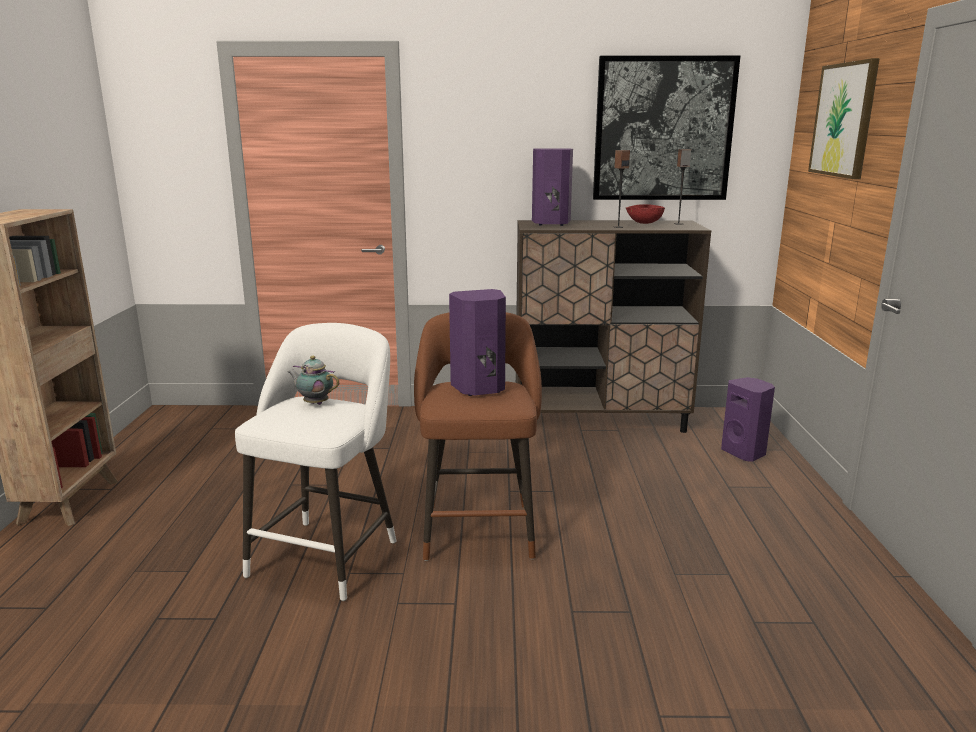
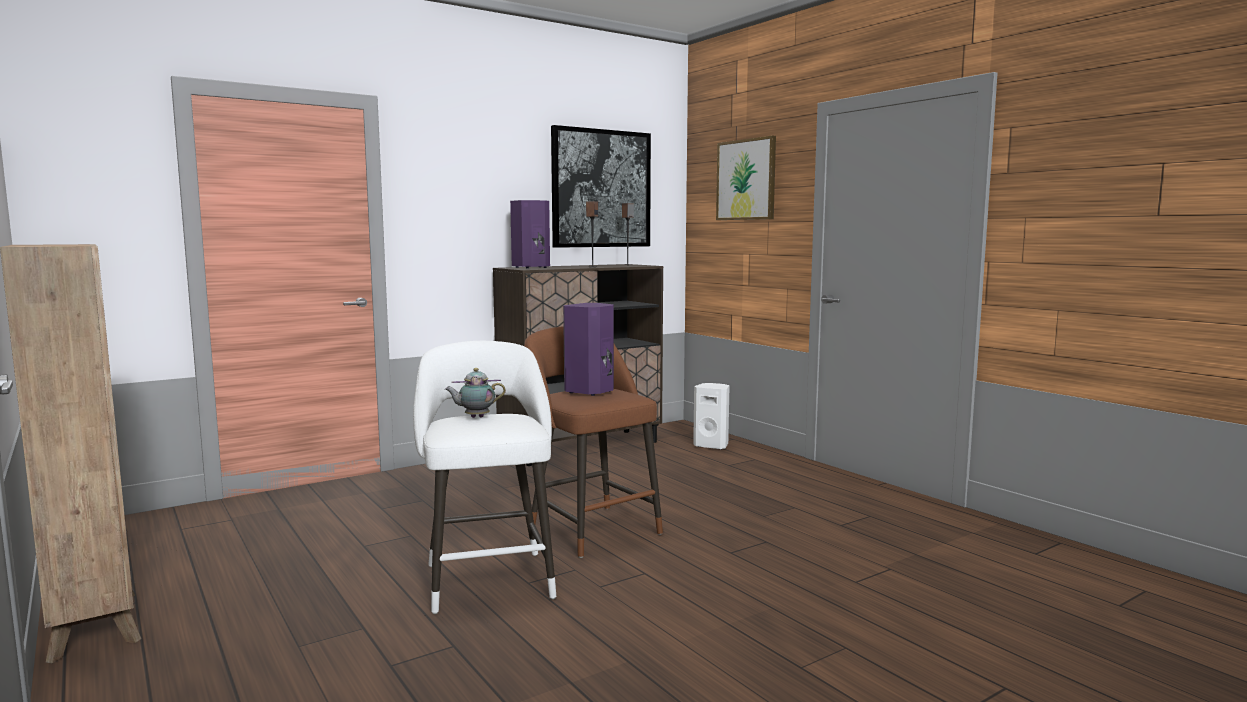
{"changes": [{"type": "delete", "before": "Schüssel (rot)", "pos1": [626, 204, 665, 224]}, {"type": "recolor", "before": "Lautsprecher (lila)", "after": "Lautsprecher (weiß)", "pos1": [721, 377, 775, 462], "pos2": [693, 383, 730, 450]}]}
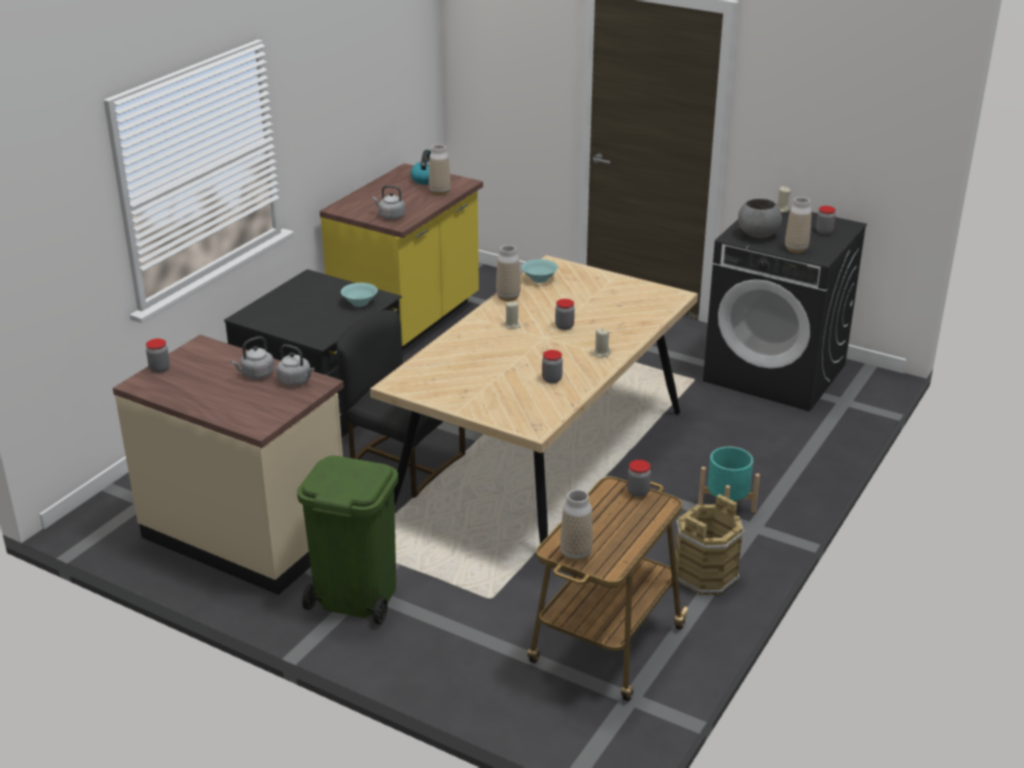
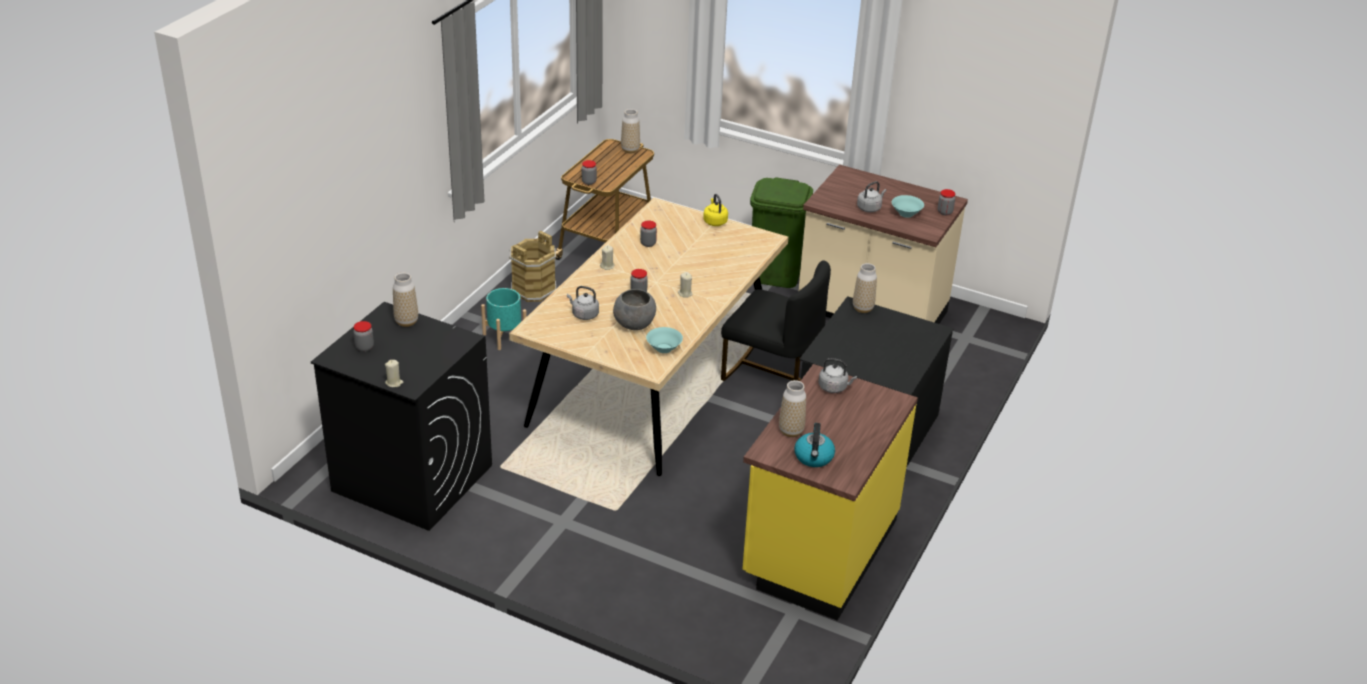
{"changes": [{"type": "move", "before": "Wasserkessel (grau)", "pos1": [277, 344, 315, 386], "pos2": [567, 286, 599, 320]}, {"type": "move", "before": "Schüssel (türkis)", "pos1": [341, 283, 378, 307], "pos2": [892, 195, 924, 218]}, {"type": "move", "before": "Vase", "pos1": [496, 245, 521, 301], "pos2": [853, 263, 877, 313]}, {"type": "move", "before": "Schüssel (grau)", "pos1": [738, 199, 782, 238], "pos2": [613, 289, 656, 330]}, {"type": "insert", "after": "Wasserkessel (gelb)", "pos2": [703, 194, 728, 226]}]}
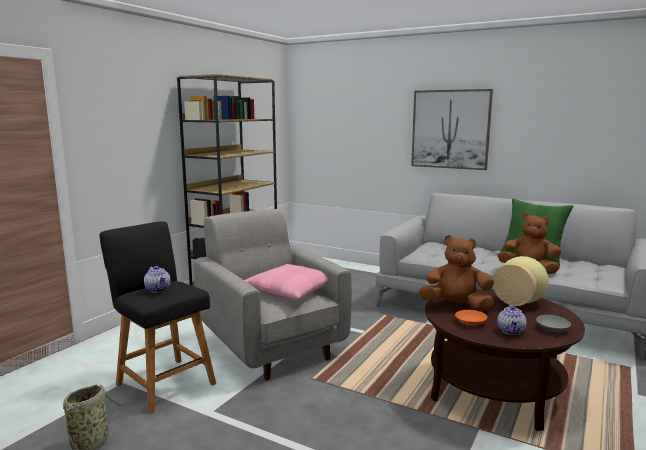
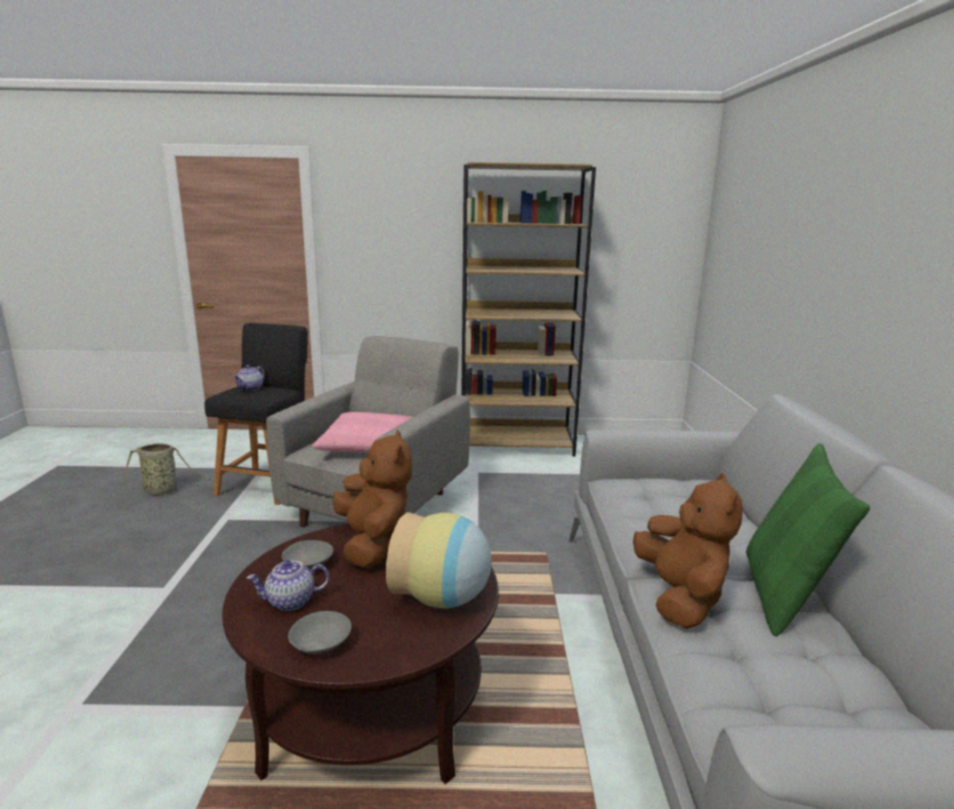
{"changes": [{"type": "delete", "before": "Bild", "pos1": [411, 89, 493, 170]}, {"type": "recolor", "before": "Schüssel (orange)", "after": "Schüssel (grau)", "pos1": [455, 310, 488, 325], "pos2": [282, 540, 334, 569]}]}
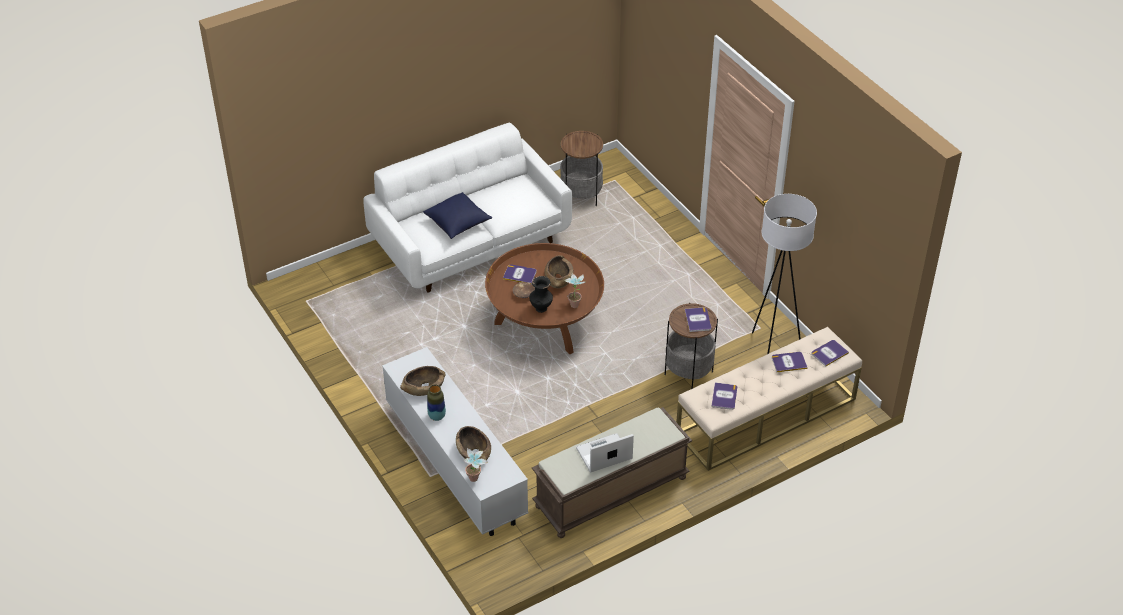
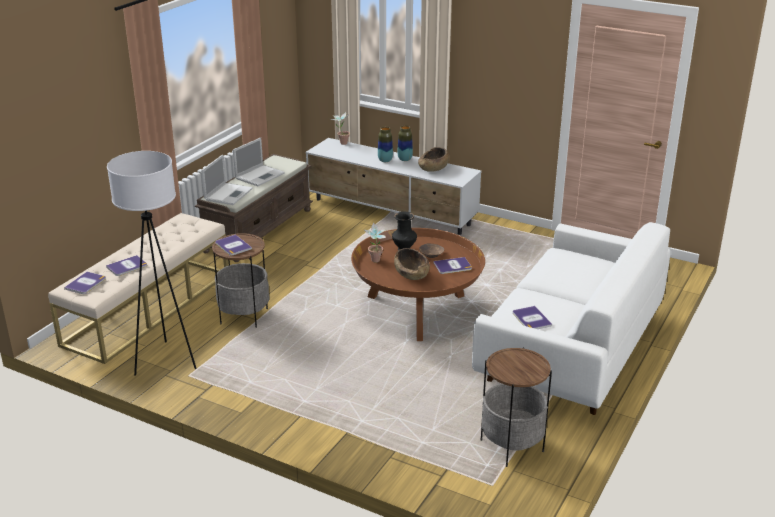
{"changes": [{"type": "delete", "before": "Kissen (blau)", "pos1": [423, 192, 492, 239]}, {"type": "delete", "before": "Schüssel (braun)", "pos1": [456, 426, 491, 460]}, {"type": "move", "before": "Buch", "pos1": [711, 382, 737, 410], "pos2": [513, 306, 552, 329]}, {"type": "insert", "after": "Laptop", "pos2": [201, 155, 253, 205]}, {"type": "insert", "after": "Vase", "pos2": [378, 127, 393, 162]}]}
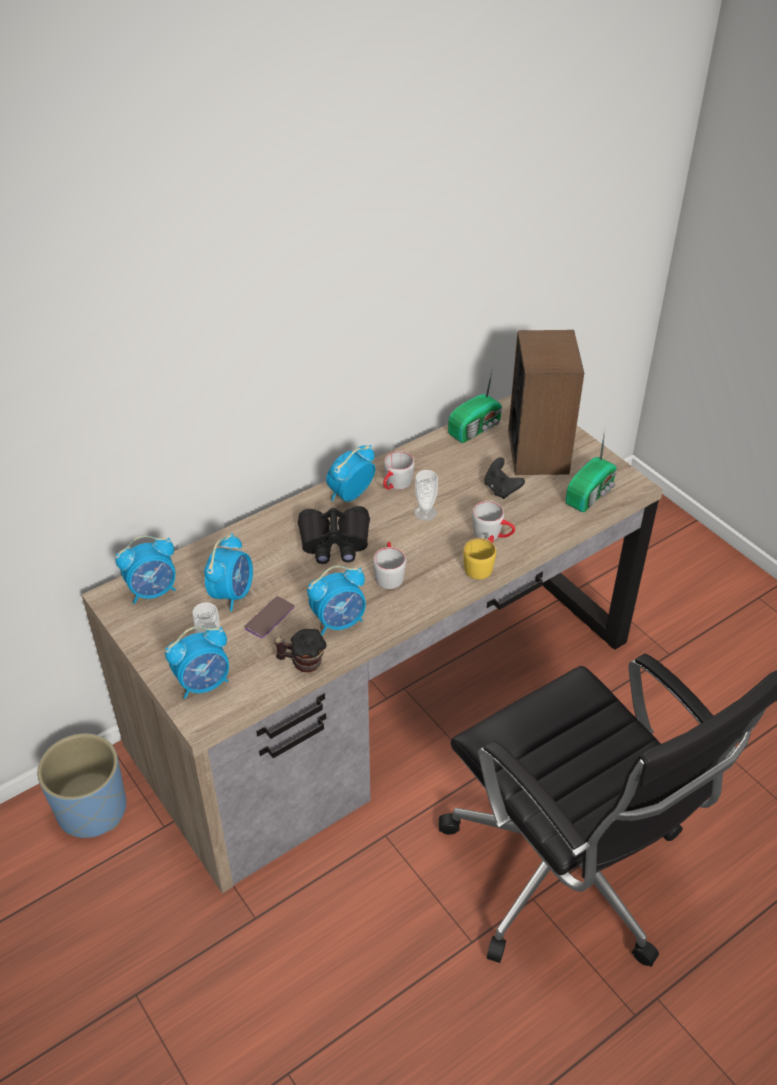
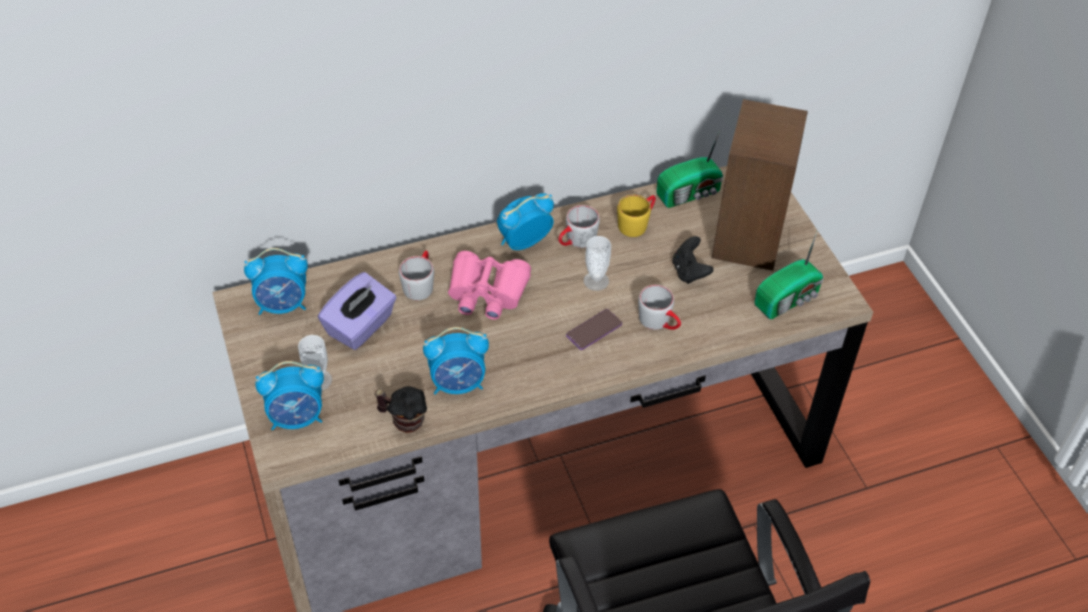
{"changes": [{"type": "delete", "before": "Pflanzkübel (blau)", "pos1": [37, 733, 126, 838]}, {"type": "replace", "before": "Wecker", "after": "Taschentuchbox (lila)", "pos1": [204, 533, 253, 612], "pos2": [318, 272, 396, 350]}, {"type": "move", "before": "Handy", "pos1": [244, 596, 295, 638], "pos2": [566, 309, 622, 350]}, {"type": "recolor", "before": "Fernglas (schwarz)", "after": "Fernglas (rosa)", "pos1": [298, 506, 370, 564], "pos2": [448, 251, 531, 320]}, {"type": "move", "before": "Henkelbecher (grau)", "pos1": [373, 542, 406, 589], "pos2": [399, 250, 434, 300]}, {"type": "move", "before": "Henkelbecher (gelb)", "pos1": [463, 535, 496, 580], "pos2": [617, 195, 656, 237]}]}
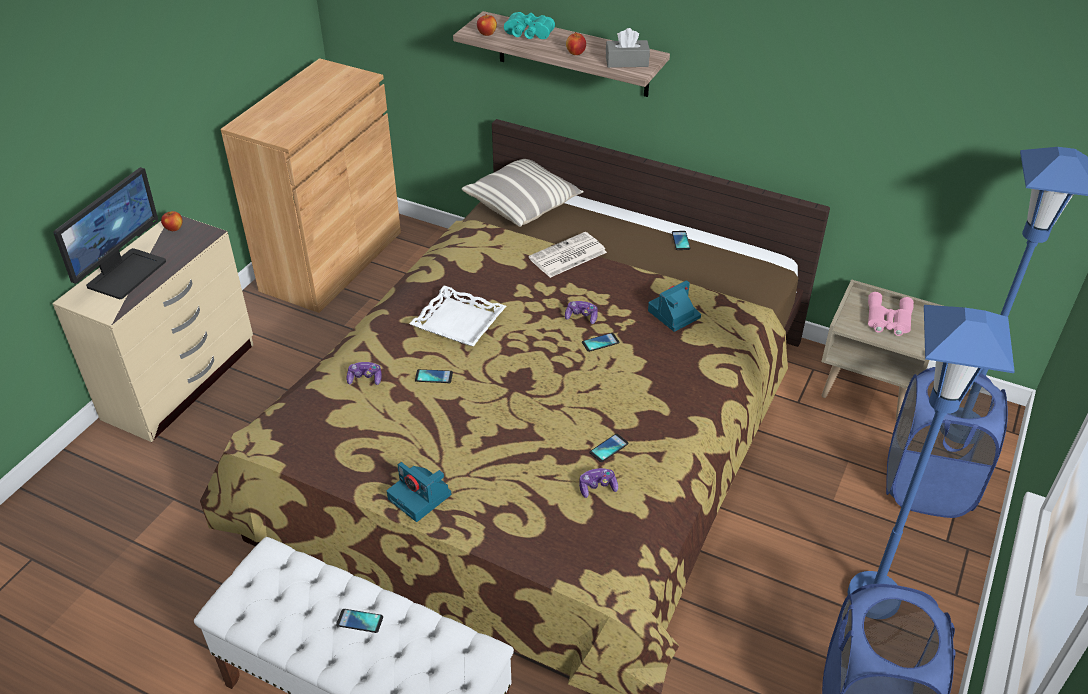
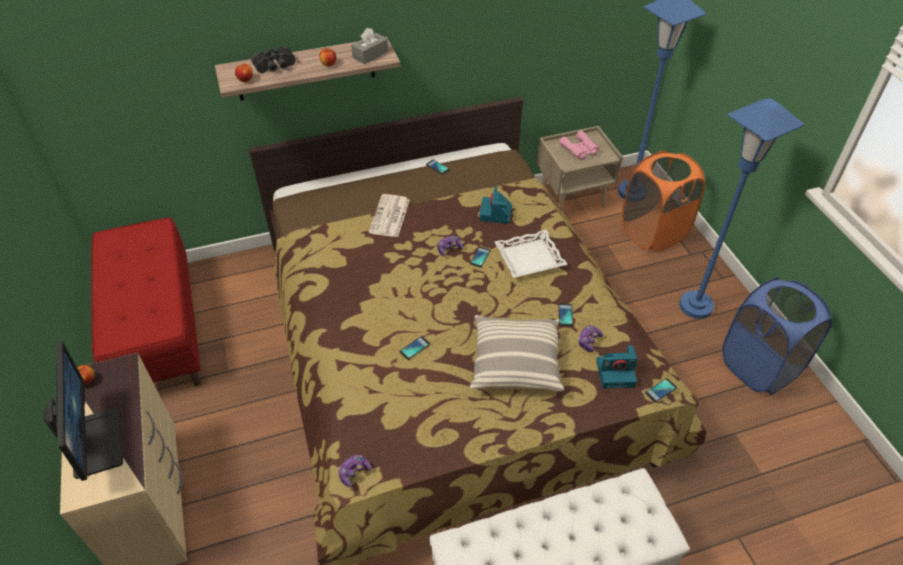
{"changes": [{"type": "replace", "before": "Schrank (braun)", "after": "Bank (rot)", "pos1": [221, 58, 401, 313], "pos2": [92, 217, 201, 386]}, {"type": "move", "before": "Handy", "pos1": [336, 609, 383, 633], "pos2": [645, 378, 677, 402]}, {"type": "move", "before": "Gamepad", "pos1": [346, 362, 382, 385], "pos2": [338, 454, 372, 487]}, {"type": "move", "before": "Kamera", "pos1": [387, 462, 451, 522], "pos2": [596, 345, 638, 389]}, {"type": "move", "before": "Tablett (weiß)", "pos1": [409, 285, 506, 346], "pos2": [495, 230, 568, 278]}, {"type": "move", "before": "Kissen", "pos1": [462, 159, 584, 227], "pos2": [470, 315, 564, 391]}, {"type": "recolor", "before": "Fernglas (türkis)", "after": "Fernglas (schwarz)", "pos1": [504, 12, 555, 39], "pos2": [251, 46, 296, 73]}, {"type": "recolor", "before": "Wäschekorb (blau)", "after": "Wäschekorb (orange)", "pos1": [886, 367, 1008, 518], "pos2": [621, 151, 705, 252]}]}
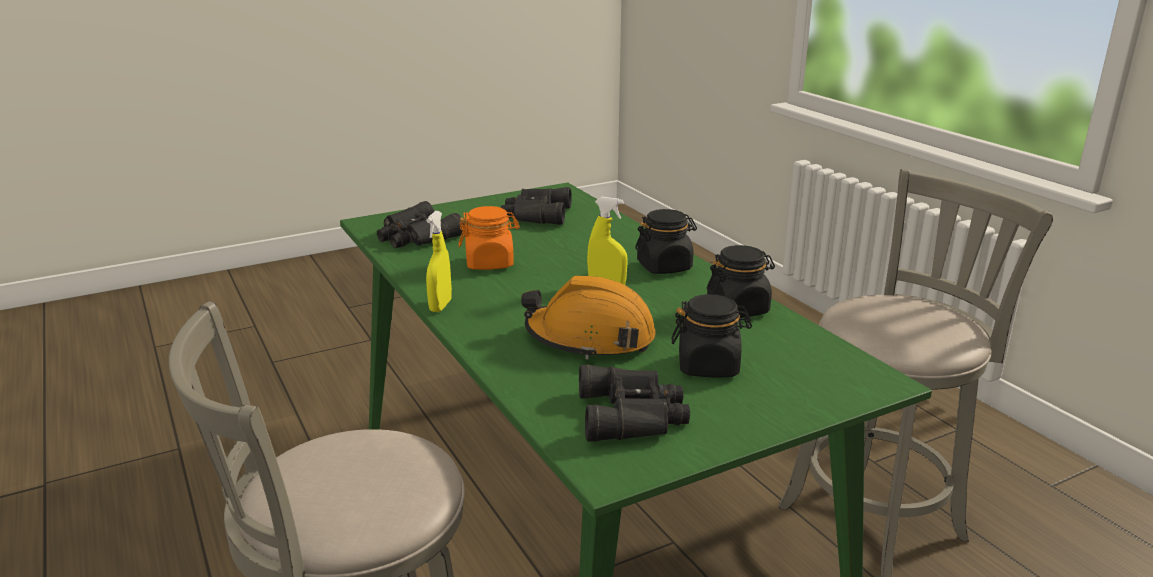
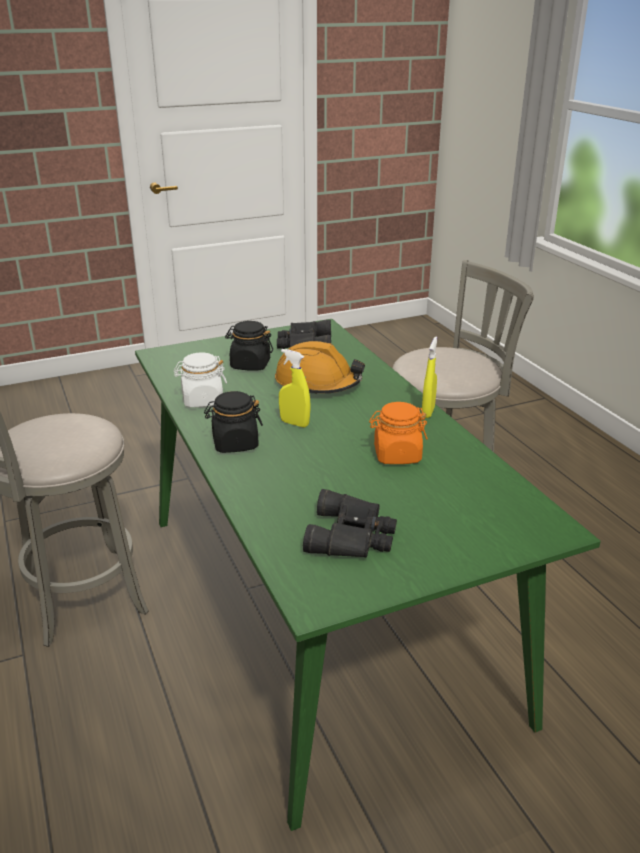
{"changes": [{"type": "delete", "before": "Fernglas (schwarz)", "pos1": [377, 201, 465, 248]}, {"type": "recolor", "before": "Vorratsglas (schwarz)", "after": "Vorratsglas (weiß)", "pos1": [707, 245, 775, 318], "pos2": [174, 353, 227, 408]}]}
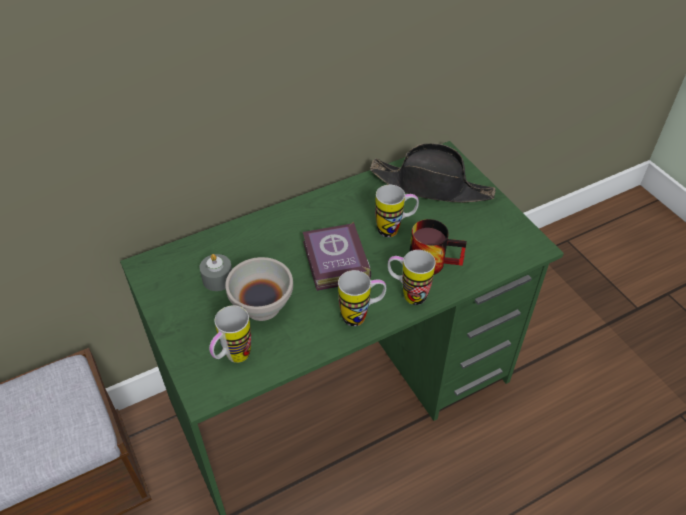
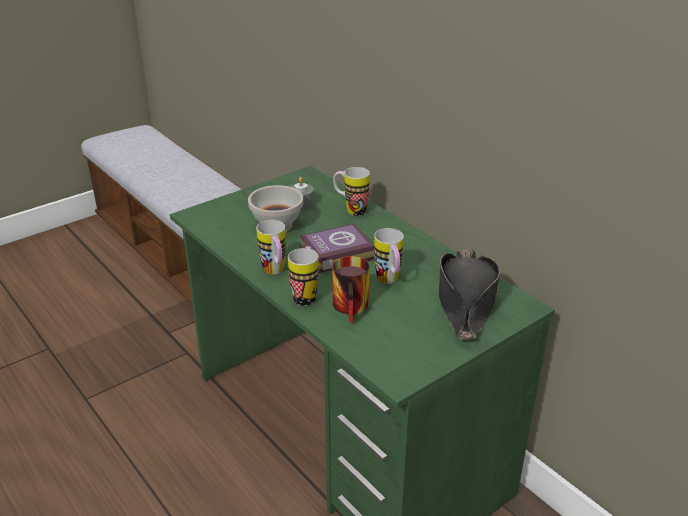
{"changes": [{"type": "move", "before": "Henkelbecher", "pos1": [209, 305, 251, 363], "pos2": [333, 167, 370, 216]}]}
